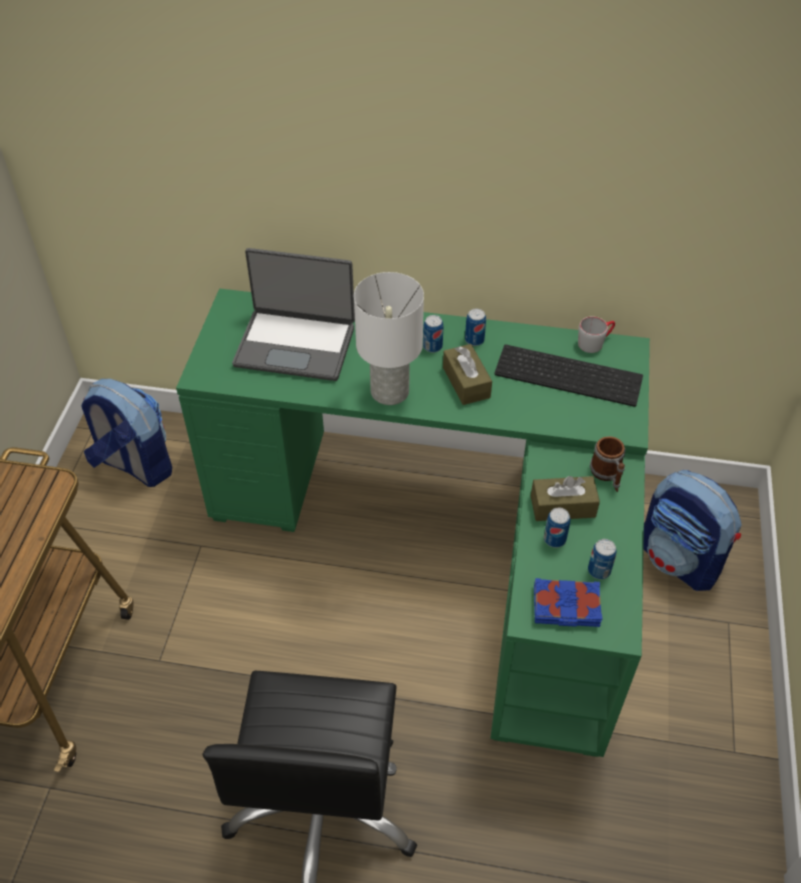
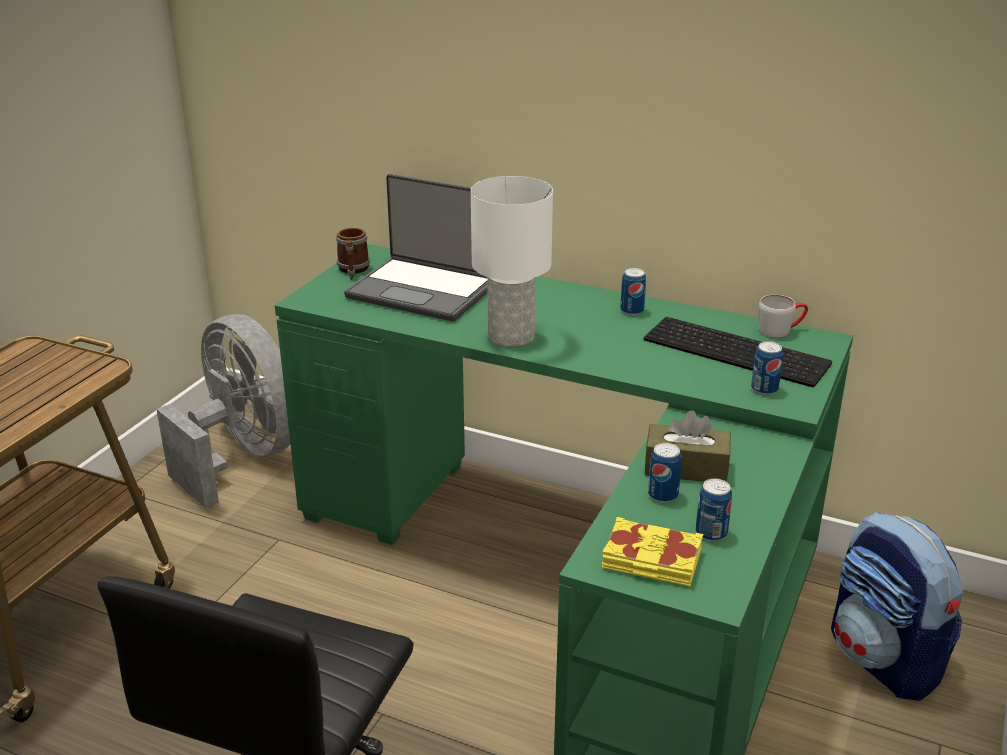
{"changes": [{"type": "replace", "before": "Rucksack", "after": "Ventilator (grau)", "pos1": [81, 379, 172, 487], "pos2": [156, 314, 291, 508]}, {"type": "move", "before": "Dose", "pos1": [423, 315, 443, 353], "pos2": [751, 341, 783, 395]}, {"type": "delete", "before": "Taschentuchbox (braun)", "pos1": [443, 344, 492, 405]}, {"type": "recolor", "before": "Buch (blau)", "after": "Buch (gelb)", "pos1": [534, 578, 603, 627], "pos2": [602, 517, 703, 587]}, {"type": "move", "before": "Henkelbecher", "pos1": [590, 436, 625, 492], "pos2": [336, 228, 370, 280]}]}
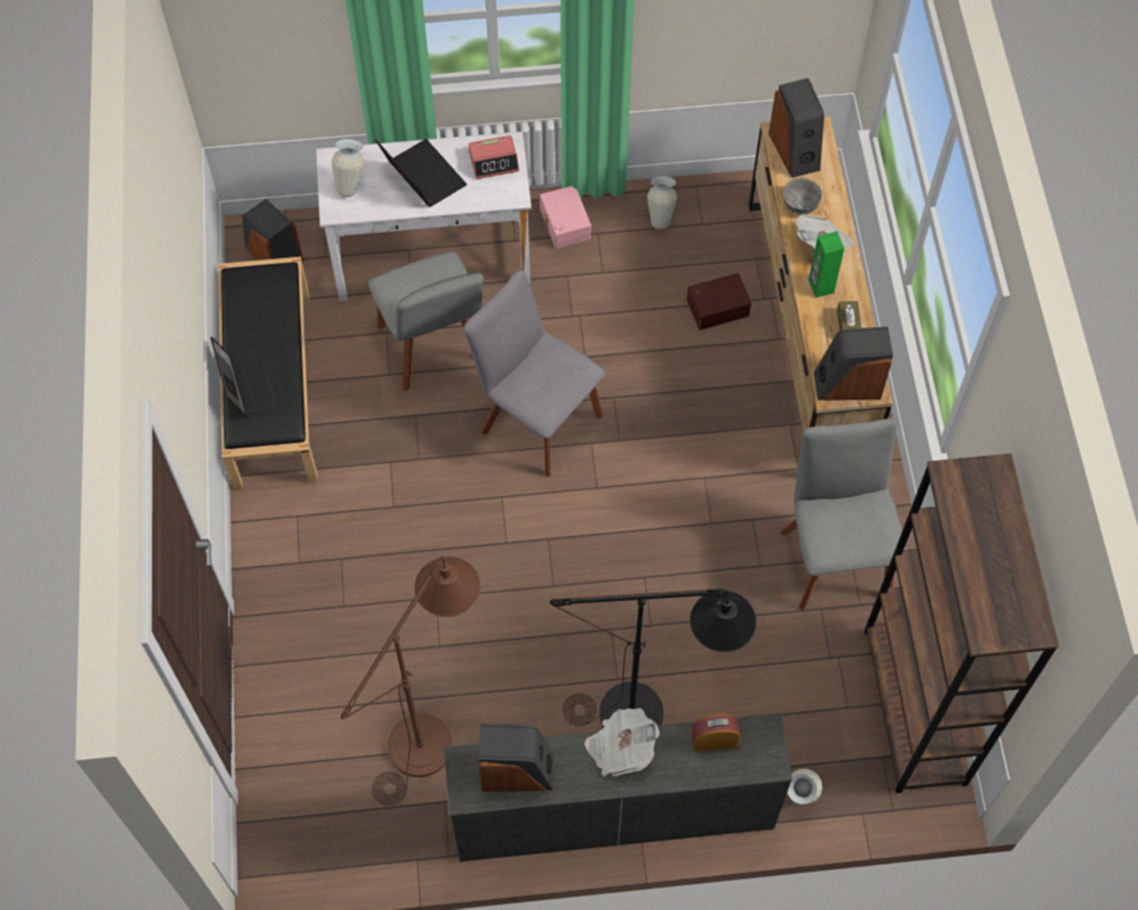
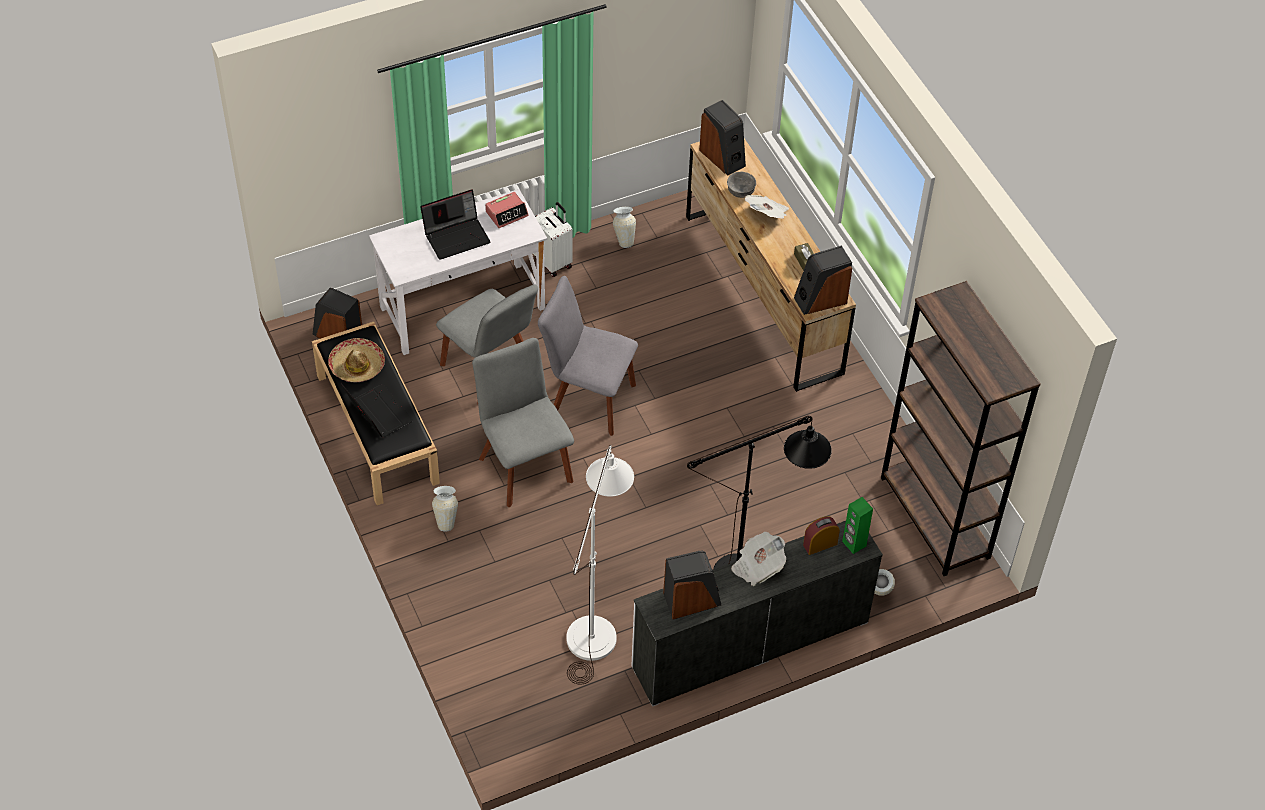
{"changes": [{"type": "move", "before": "Vase", "pos1": [332, 139, 365, 197], "pos2": [432, 486, 458, 532]}, {"type": "recolor", "before": "Stehlampe (braun)", "after": "Stehlampe (weiß)", "pos1": [341, 556, 480, 805], "pos2": [566, 445, 634, 684]}, {"type": "rotate", "before": "Laptop", "pos1": [375, 139, 467, 207], "pos2": [421, 189, 490, 260], "turn": 120}, {"type": "replace", "before": "Aufbewahrungsbox (rosa)", "after": "Koffer (weiß)", "pos1": [540, 186, 591, 249], "pos2": [533, 202, 573, 277]}, {"type": "delete", "before": "Aufbewahrungsbox (braun)", "pos1": [687, 272, 751, 330]}, {"type": "move", "before": "Stuhl (grau)", "pos1": [780, 419, 907, 610], "pos2": [472, 338, 574, 507]}, {"type": "move", "before": "Lautsprecher (grün)", "pos1": [808, 231, 844, 298], "pos2": [842, 497, 873, 554]}, {"type": "insert", "after": "Hut", "pos2": [328, 338, 385, 382]}]}
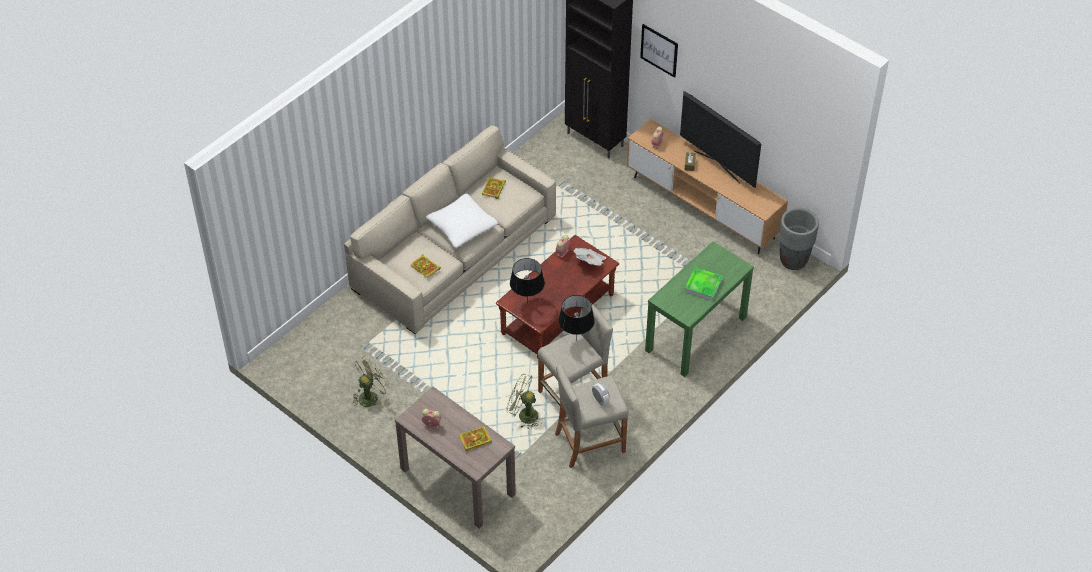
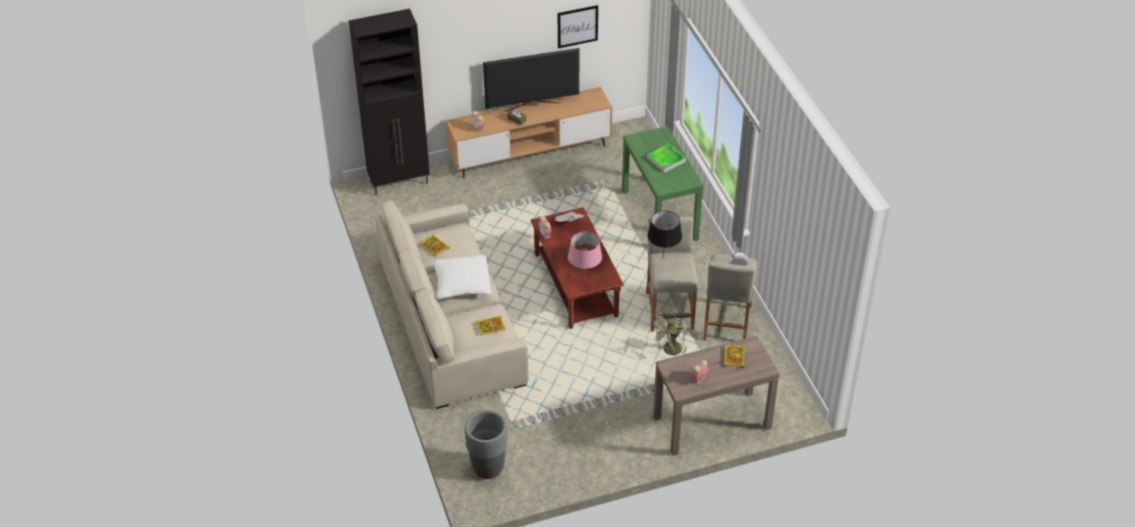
{"changes": [{"type": "delete", "before": "Ventilator (grün)", "pos1": [352, 358, 391, 407]}, {"type": "recolor", "before": "Tischlampe (schwarz)", "after": "Tischlampe (rosa)", "pos1": [510, 258, 545, 304], "pos2": [568, 232, 602, 269]}, {"type": "move", "before": "Bild", "pos1": [640, 24, 678, 78], "pos2": [558, 5, 598, 48]}, {"type": "move", "before": "Pflanzkübel (grau)", "pos1": [779, 208, 819, 270], "pos2": [465, 410, 507, 479]}]}
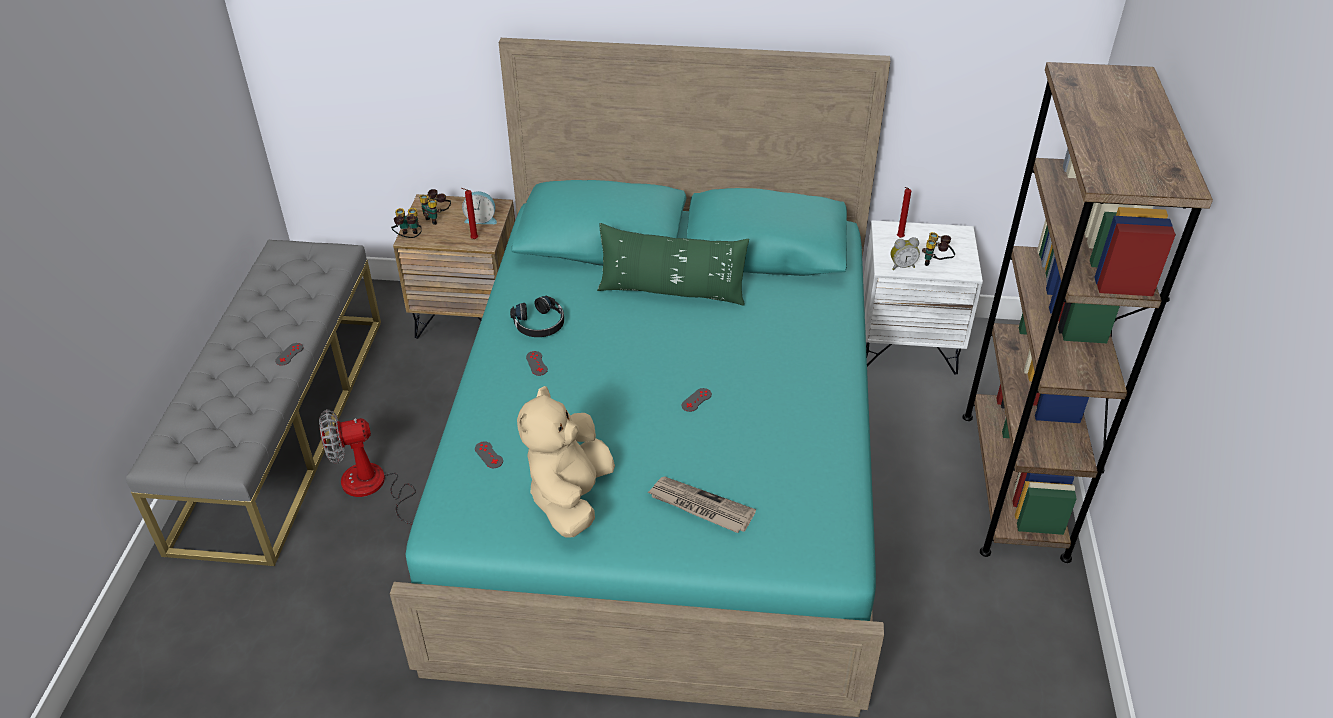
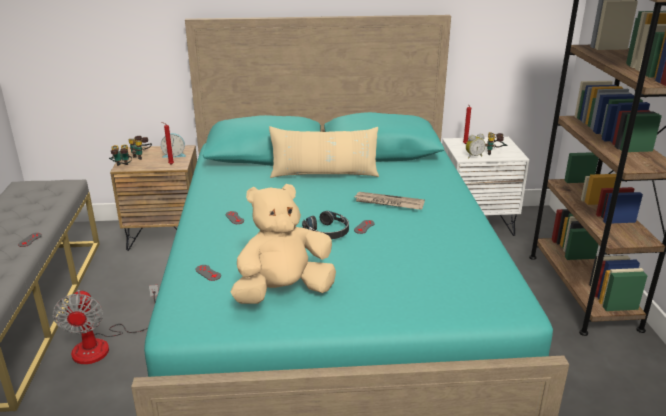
{"changes": [{"type": "rotate", "before": "Ventilator", "pos1": [319, 409, 416, 524], "pos2": [52, 285, 159, 364], "turn": -75}, {"type": "move", "before": "Kopfhörer (schwarz)", "pos1": [510, 296, 564, 337], "pos2": [302, 211, 349, 239]}, {"type": "rotate", "before": "Plüschtier (beige)", "pos1": [517, 386, 615, 538], "pos2": [230, 184, 336, 304], "turn": 60}, {"type": "recolor", "before": "Kissen (grün)", "after": "Kissen (beige)", "pos1": [597, 223, 749, 306], "pos2": [269, 126, 379, 178]}, {"type": "move", "before": "Zeitung", "pos1": [648, 476, 756, 533], "pos2": [355, 192, 425, 210]}]}
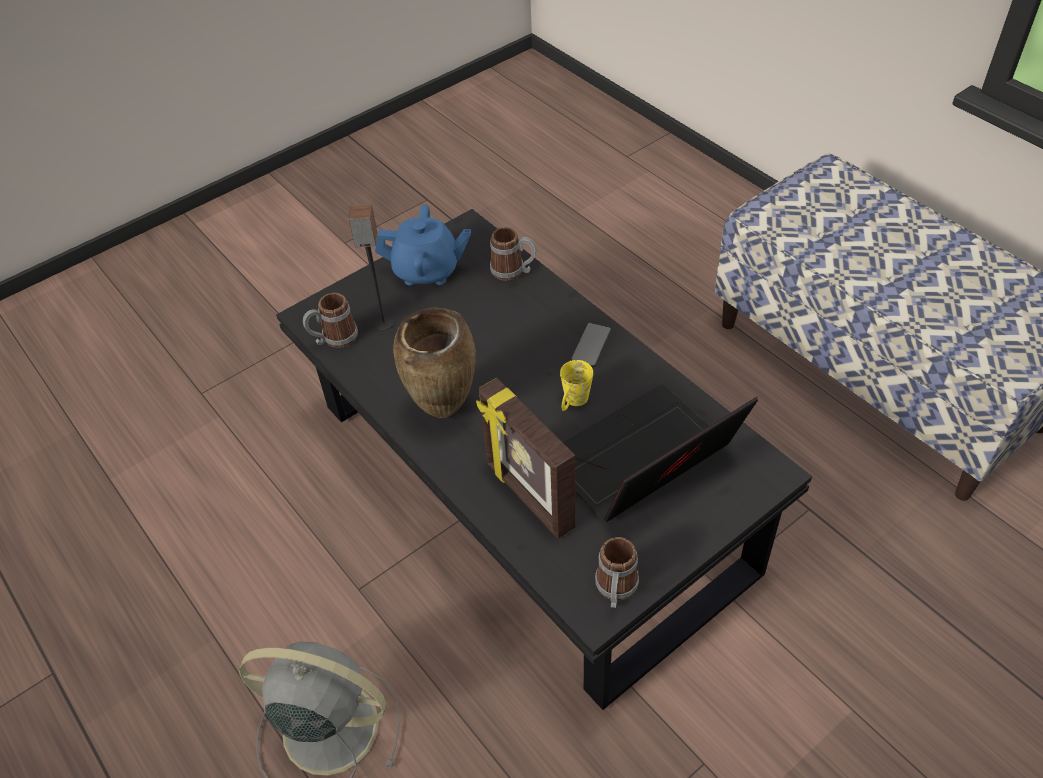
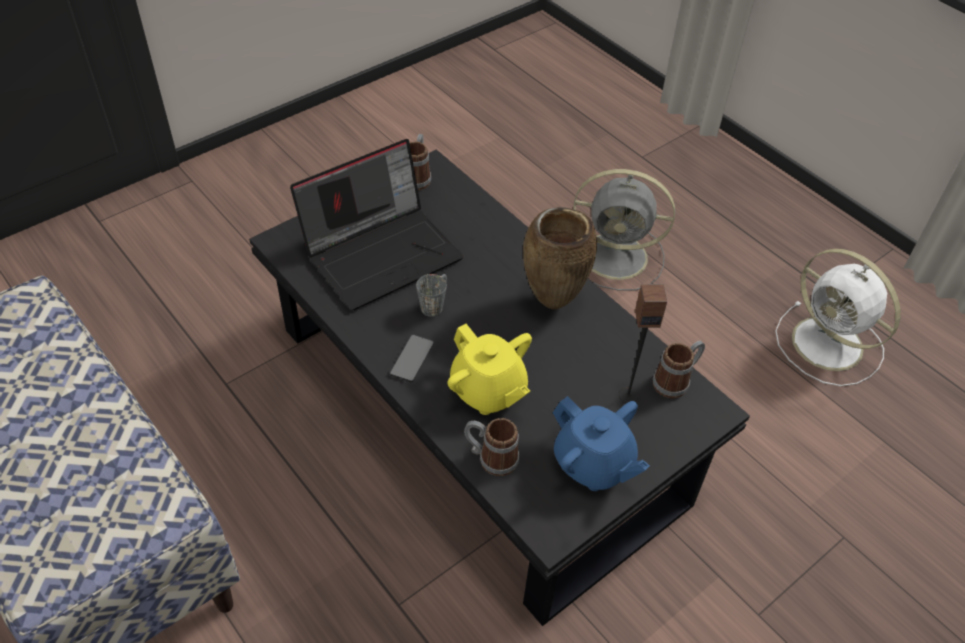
{"changes": [{"type": "rotate", "before": "Teekanne (blau)", "pos1": [375, 205, 471, 285], "pos2": [553, 396, 650, 491], "turn": -135}, {"type": "delete", "before": "Bilderrahmen", "pos1": [476, 378, 575, 539]}, {"type": "recolor", "before": "Henkelbecher (gelb)", "after": "Henkelbecher (grau)", "pos1": [560, 360, 593, 411], "pos2": [416, 274, 447, 317]}, {"type": "insert", "after": "Teekanne (gelb)", "pos2": [448, 324, 532, 415]}, {"type": "insert", "after": "Ventilator (weiß)", "pos2": [775, 249, 901, 386]}]}
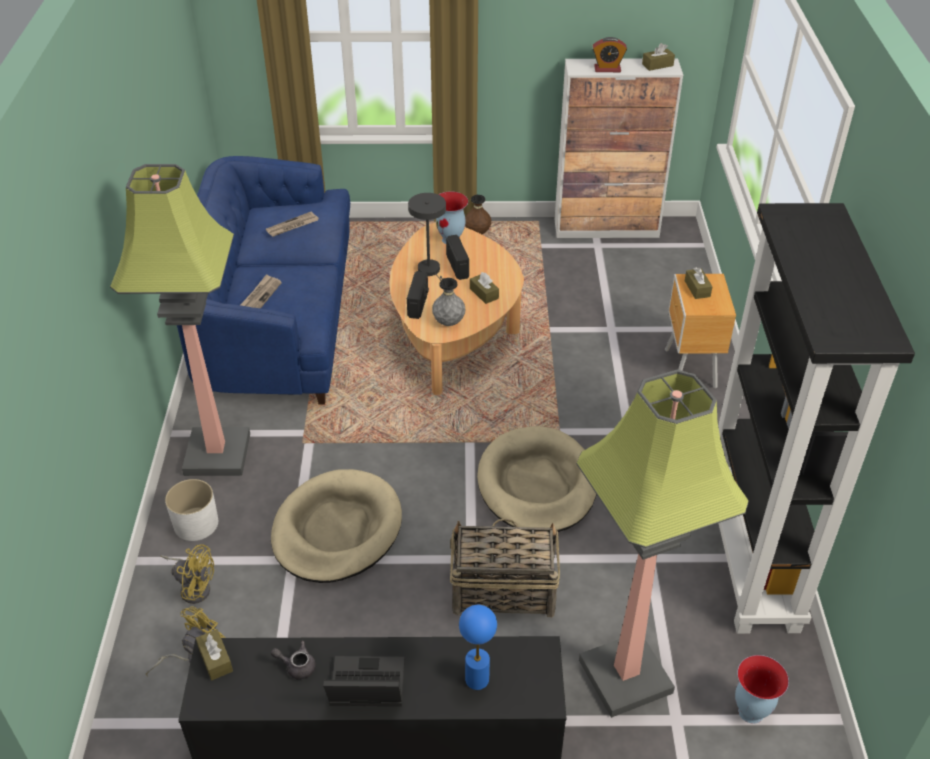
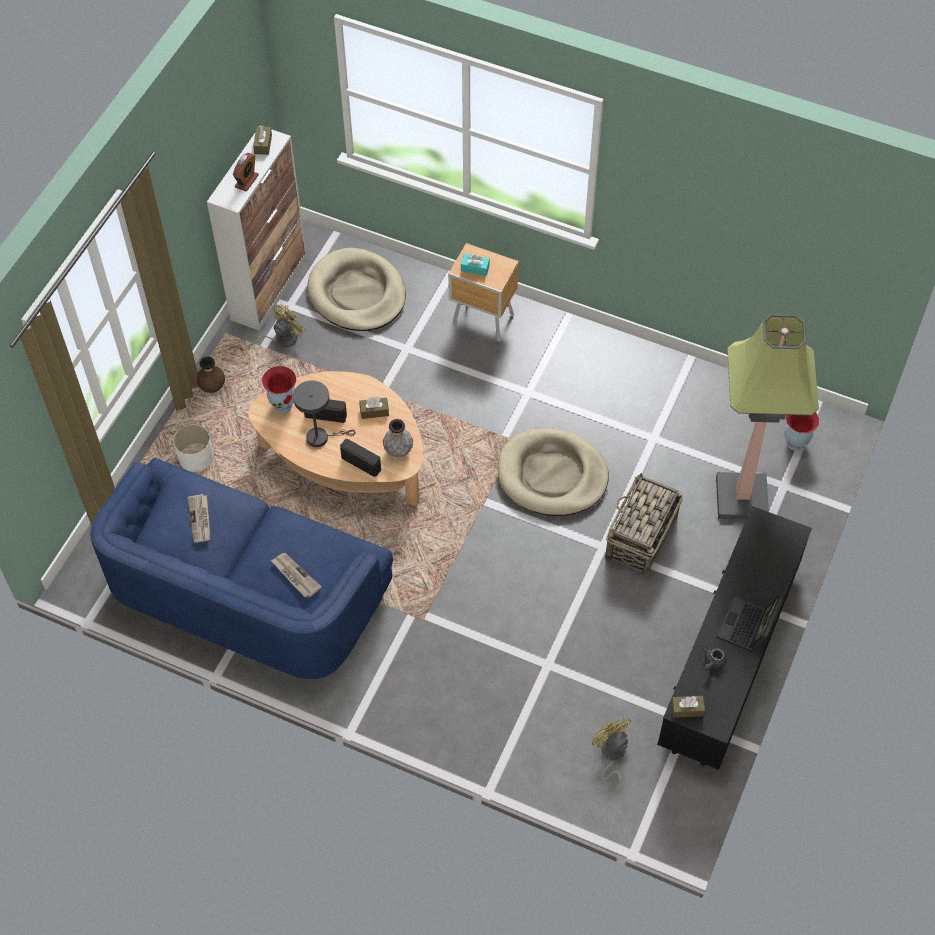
{"changes": [{"type": "delete", "before": "Stehlampe", "pos1": [110, 164, 250, 476]}, {"type": "move", "before": "Ventilator (gelb)", "pos1": [161, 544, 214, 604], "pos2": [248, 304, 306, 348]}, {"type": "move", "before": "Pflanzkübel (weiß)", "pos1": [165, 479, 218, 541], "pos2": [173, 424, 214, 472]}, {"type": "move", "before": "Hundebett (beige)", "pos1": [271, 469, 402, 583], "pos2": [307, 248, 406, 331]}, {"type": "delete", "before": "Tischlampe (blau)", "pos1": [459, 605, 497, 690]}, {"type": "recolor", "before": "Taschentuchbox (braun)", "after": "Taschentuchbox (türkis)", "pos1": [685, 267, 713, 299], "pos2": [461, 254, 490, 276]}, {"type": "delete", "before": "Bücherregal (schwarz)", "pos1": [718, 203, 915, 634]}]}
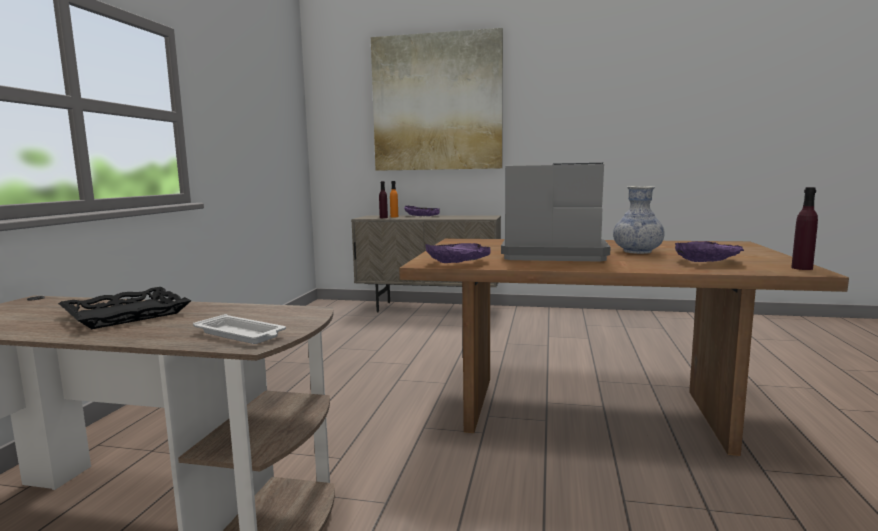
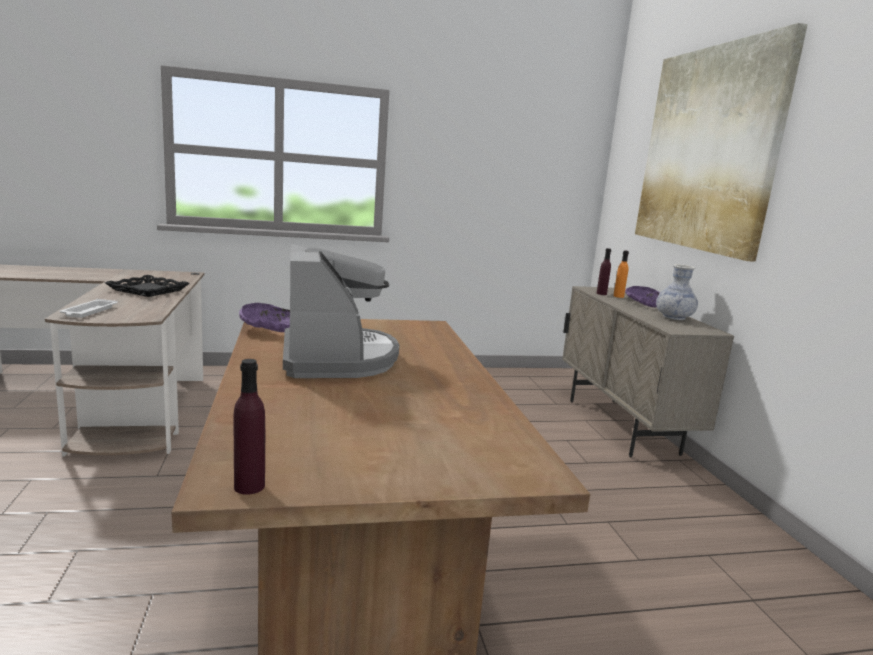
{"changes": [{"type": "move", "before": "Vase", "pos1": [613, 186, 665, 254], "pos2": [656, 264, 698, 320]}, {"type": "delete", "before": "Schüssel (lila)", "pos1": [675, 241, 744, 262]}]}
